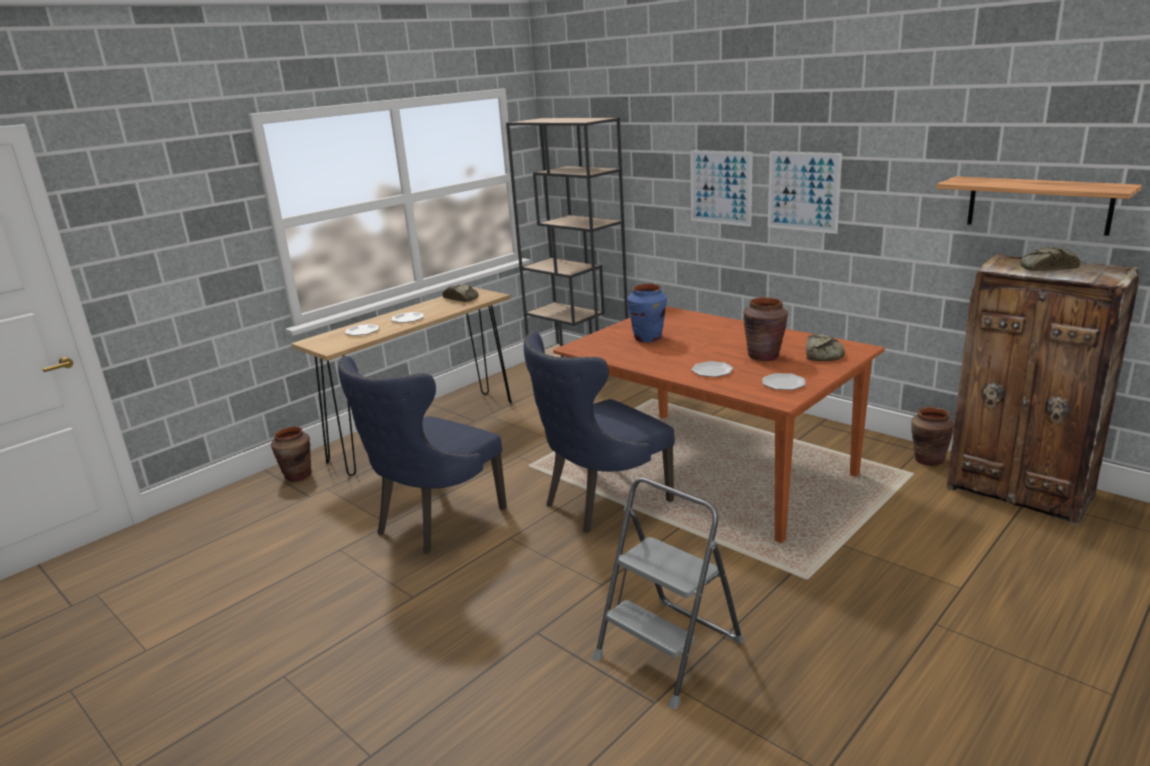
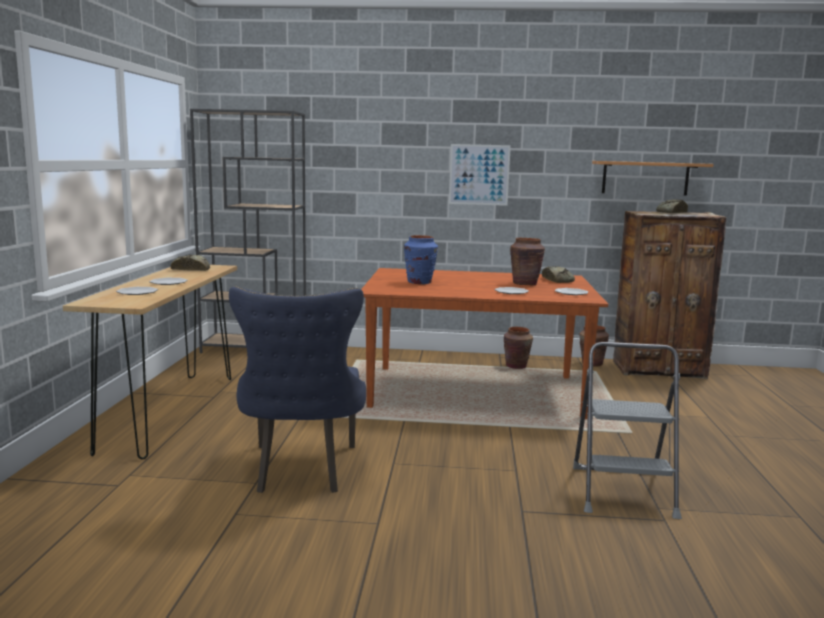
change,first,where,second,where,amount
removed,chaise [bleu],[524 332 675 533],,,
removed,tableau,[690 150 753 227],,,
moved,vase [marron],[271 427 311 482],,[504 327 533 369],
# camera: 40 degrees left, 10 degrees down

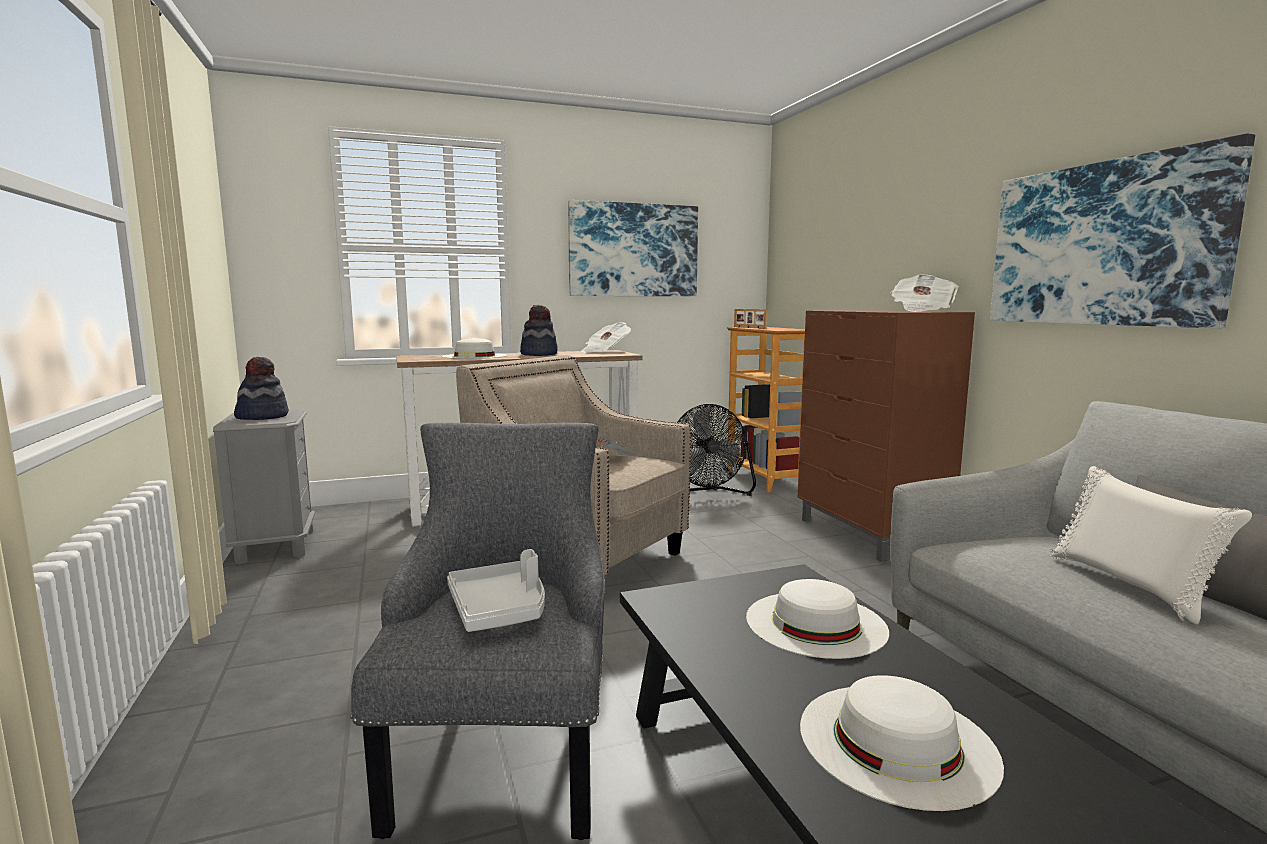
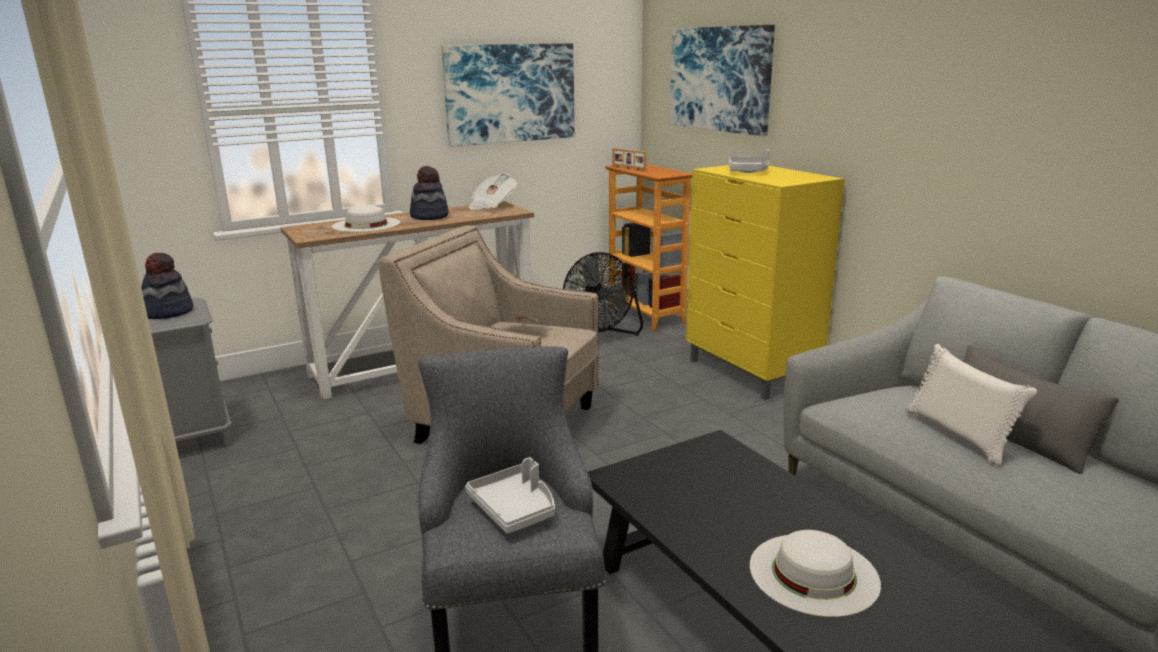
change,first,where,second,where,amount
removed,chapeau [blanc],[746 579 889 659],,,
removed,journal,[890 275 959 312],,,
added,,,plateau [gris],[729 149 769 173],
moved,tableau,[990 133 1255 328],,[670 25 775 136],
recoloured,commode [marron],[798 310 975 562],commode [jaune],[686 165 845 400],
# camera: 10 degrees left, 10 degrees up

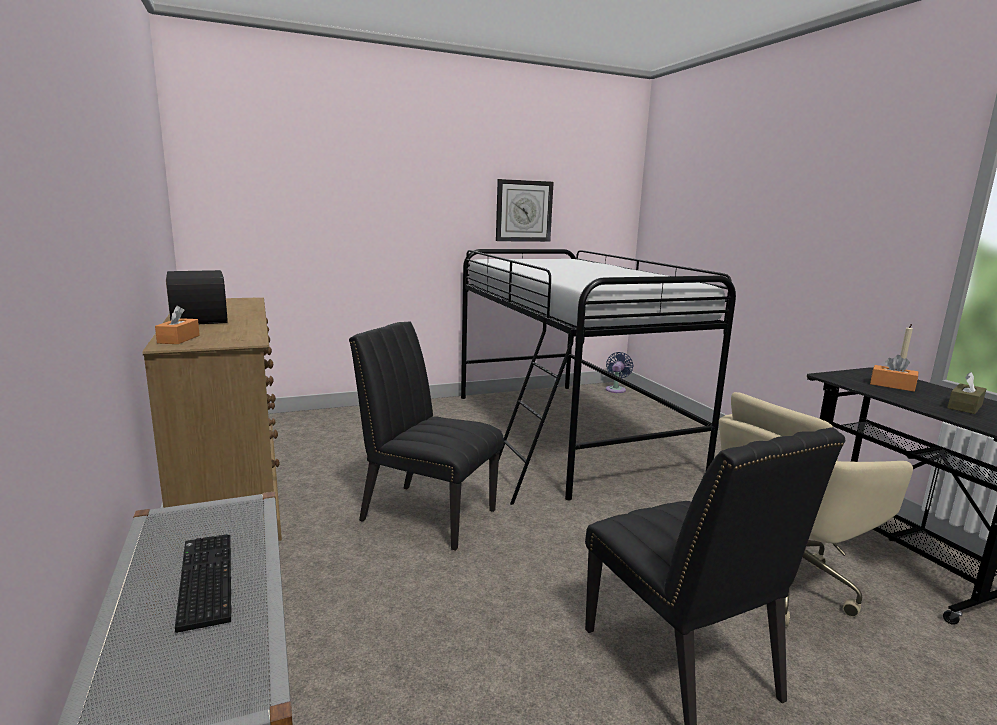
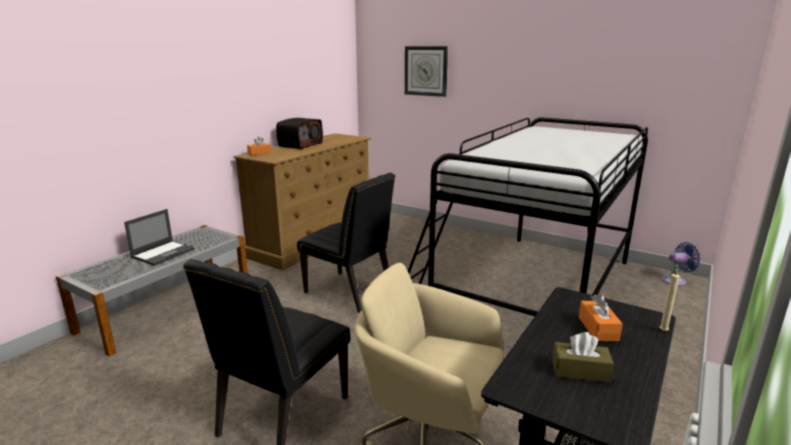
change,first,where,second,where,amount
moved,horloge murale,[496 179 554 242],,[405 46 448 97],
replaced,clavier,[175 534 231 633],ordinateur portable,[124 209 195 266],
turned,chaise [noir],[349 321 504 551],,[297 172 395 313],135 degrees clockwise
# camera: 55 degrees right, 5 degrees up

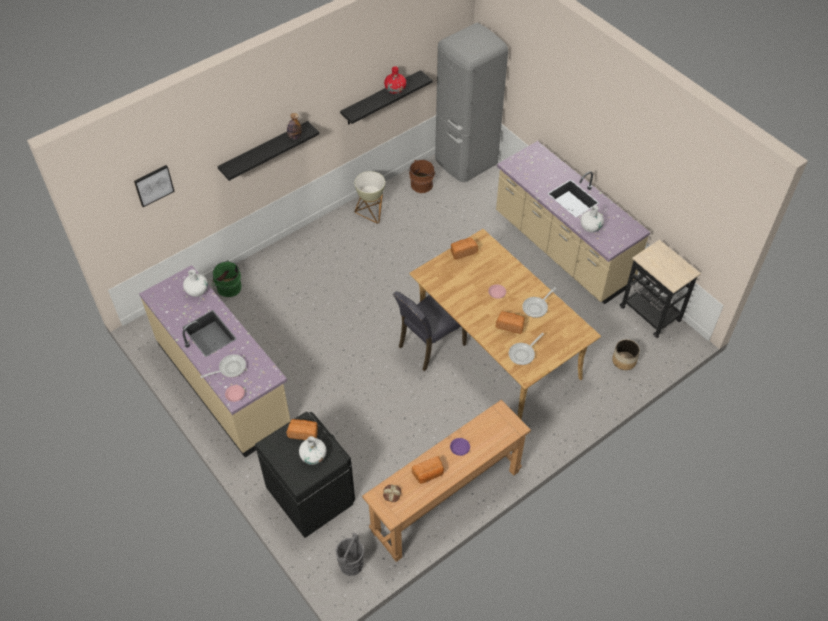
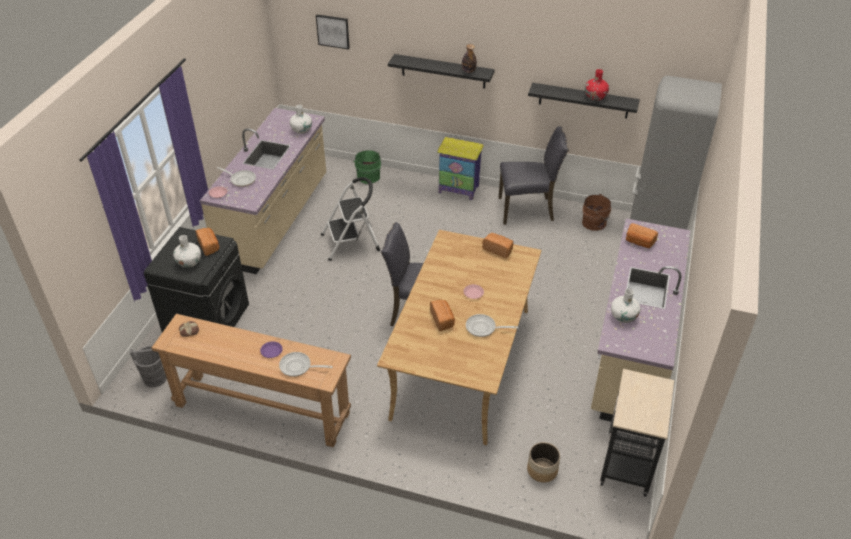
change,first,where,second,where,amount
added,,,escabeau,[321 177 380 261],
added,,,table de chevet,[437 137 484 200],
moved,pain,[412 456 444 483],,[626 223 658 248],
moved,poêle,[509 333 544 365],,[279 352 333 377],
replaced,cache-pot,[354 171 385 224],chaise [gris],[499 126 569 225],
# camera: 55 degrees right, 10 degrees down

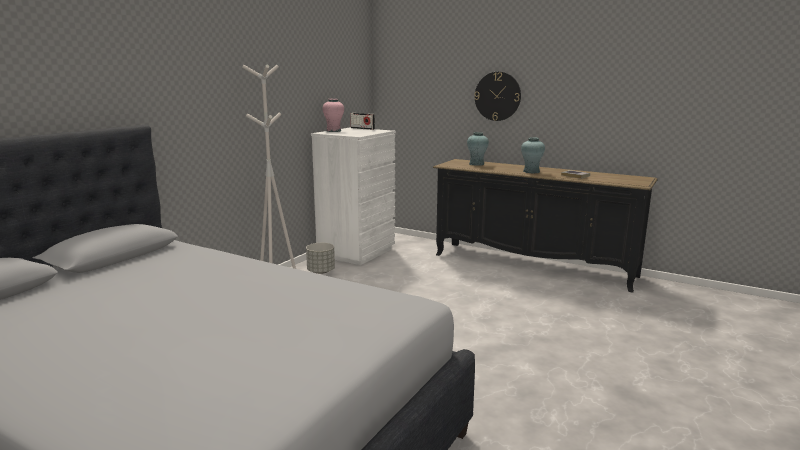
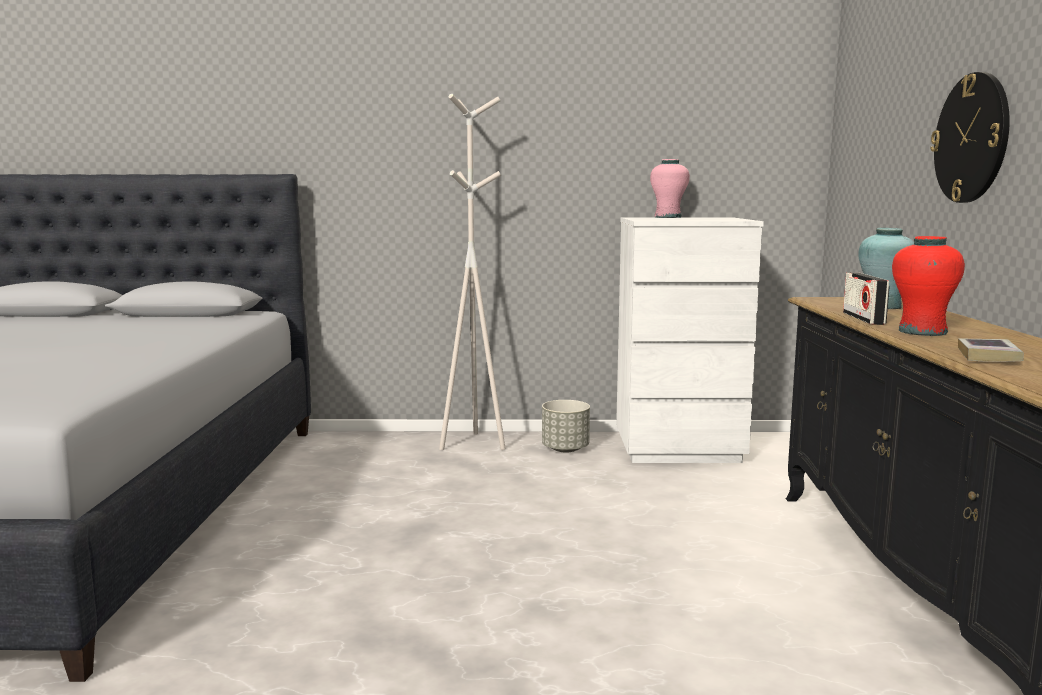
change,first,where,second,where,amount
moved,radio,[351 113 375 130],,[843 272 890 325],
recoloured,vase [turquoise],[521 137 545 173],vase [rouge],[892 236 965 336],
# camera: 60 degrees right, 5 degrees down

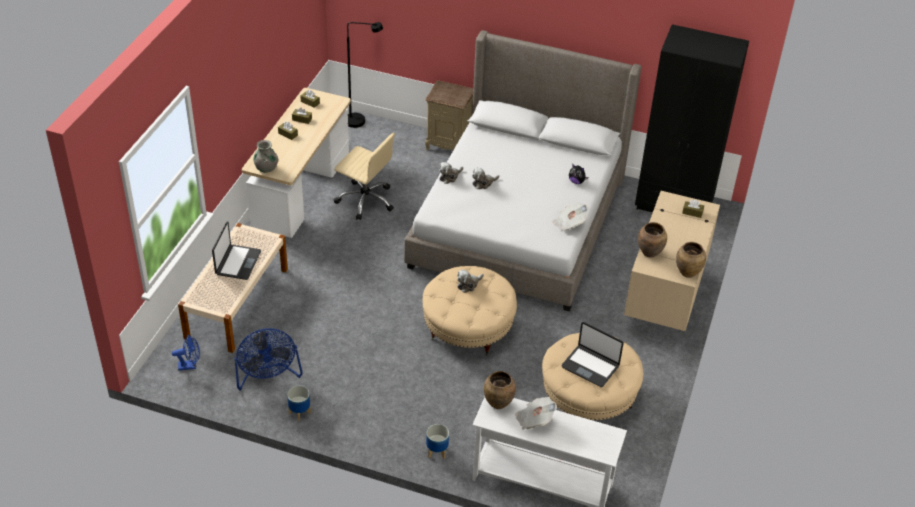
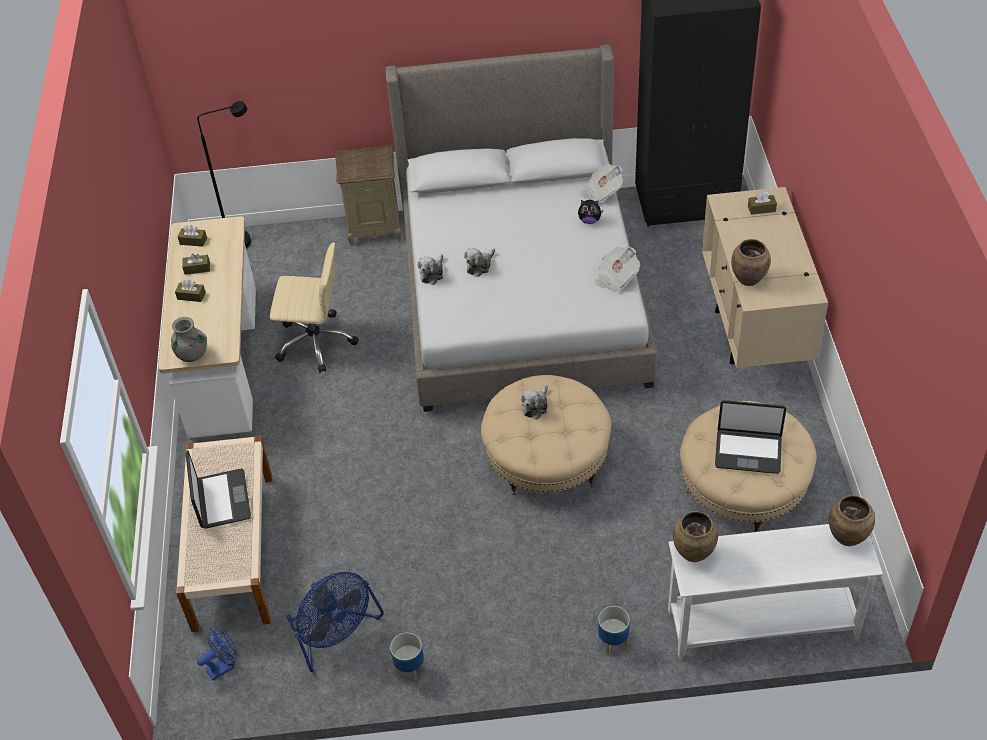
change,first,where,second,where,amount
moved,journal,[515 397 557 430],,[580 164 623 203],
moved,vase [marron],[676 242 706 278],,[829 495 875 546],
# camera: 20 degrees left, 5 degrees up

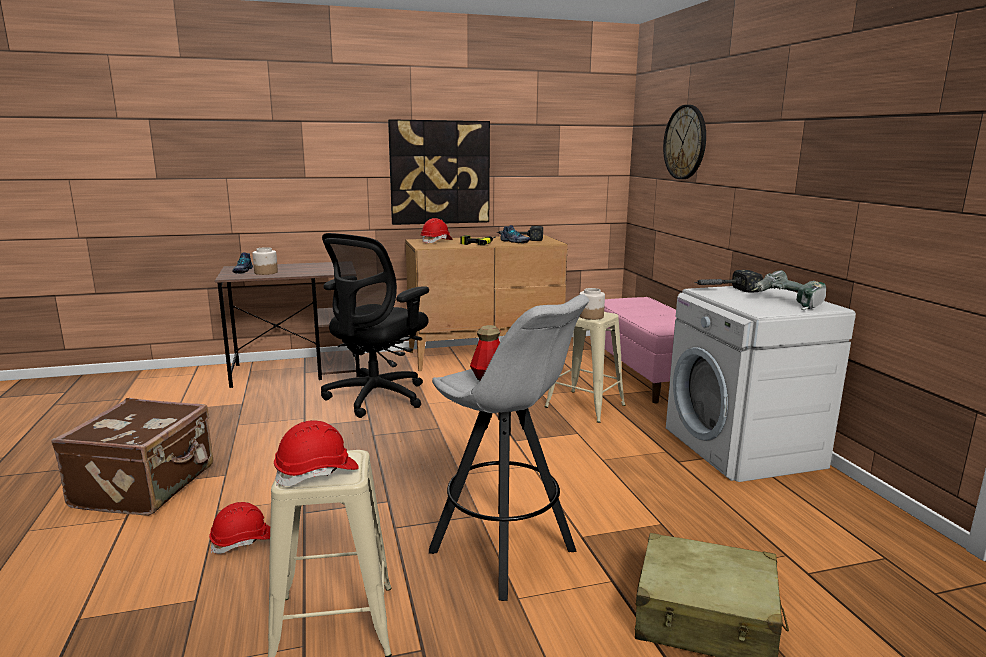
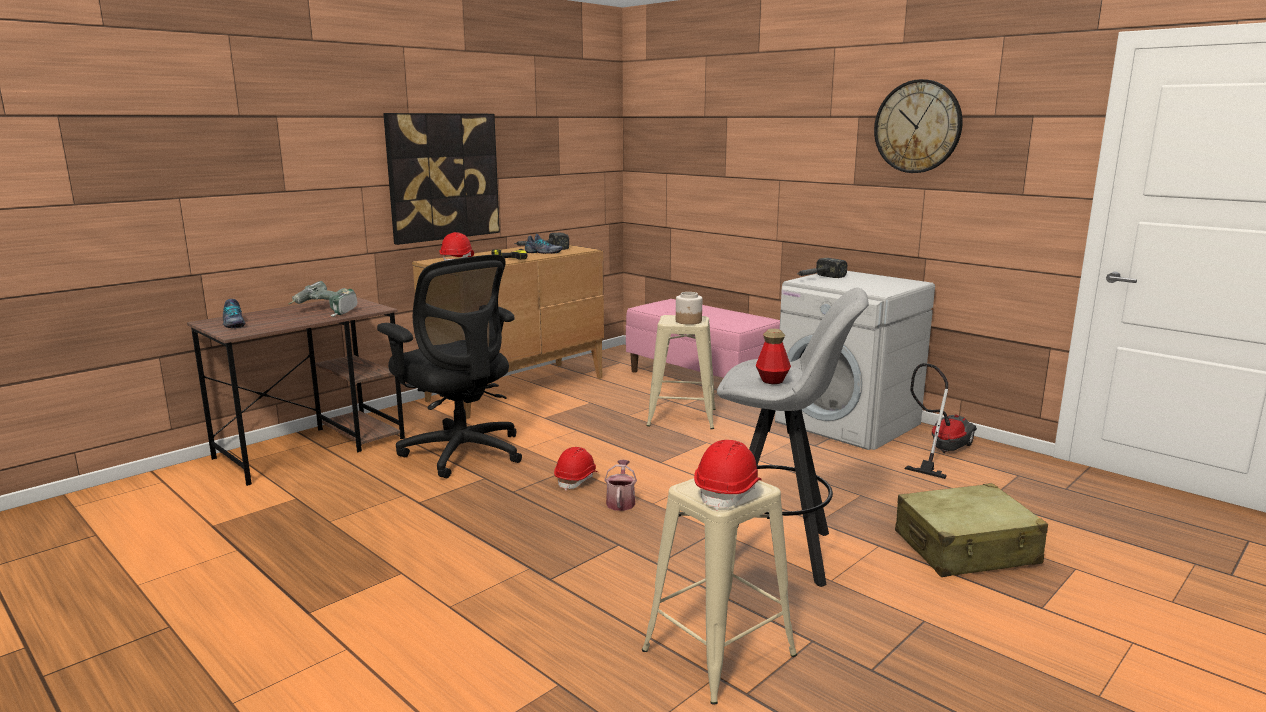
change,first,where,second,where,amount
removed,valise [marron],[51 398 213 516],,,
removed,bocal,[253 247 278 275],,,
added,,,arrosoir,[605 460 637 511],
added,,,aspirateur,[904 363 977 479],
moved,casque de chantier [rouge],[209 502 270 554],,[554 447 598 491],
moved,horloge murale,[663 105 706 179],,[874 79 963 173],
moved,perceuse,[751 270 826 310],,[288 281 357 317],
turned,chaise de bureau [noir],[321 233 429 418],,[377 254 522 478],45 degrees counterclockwise
# camera: 30 degrees left, 0 degrees up

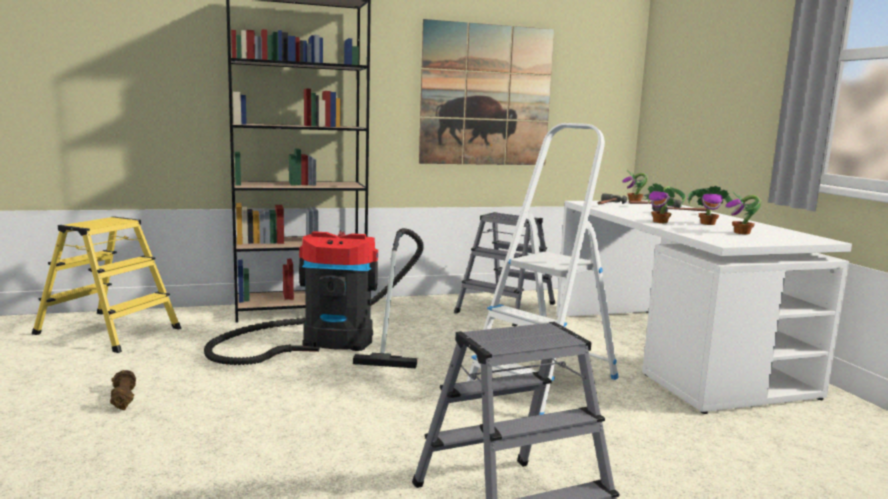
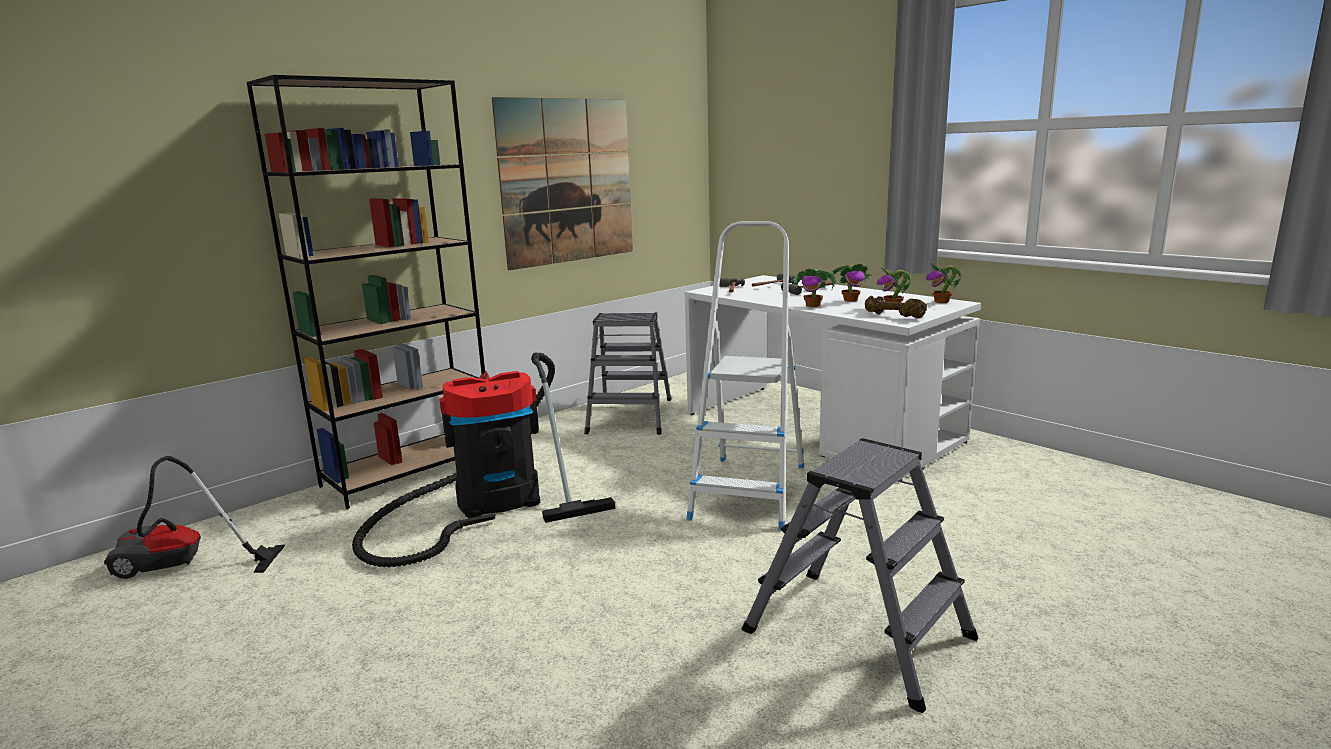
change,first,where,second,where,amount
moved,haltère [marron],[110 370 136 410],,[865 296 927 318],
moved,plante en pot,[622 169 648 201],,[926 263 962 303],
replaced,escabeau [jaune],[32 216 181 353],aspirateur,[104 456 285 579],
# camera: 25 degrees left, 5 degrees up

